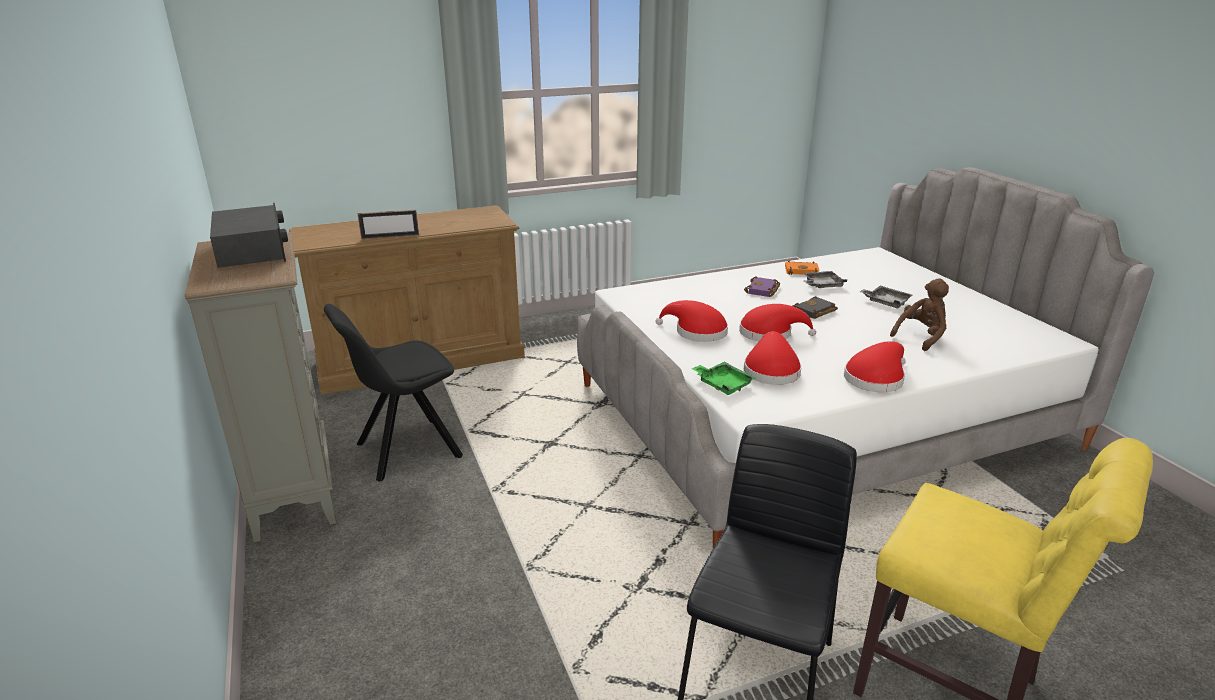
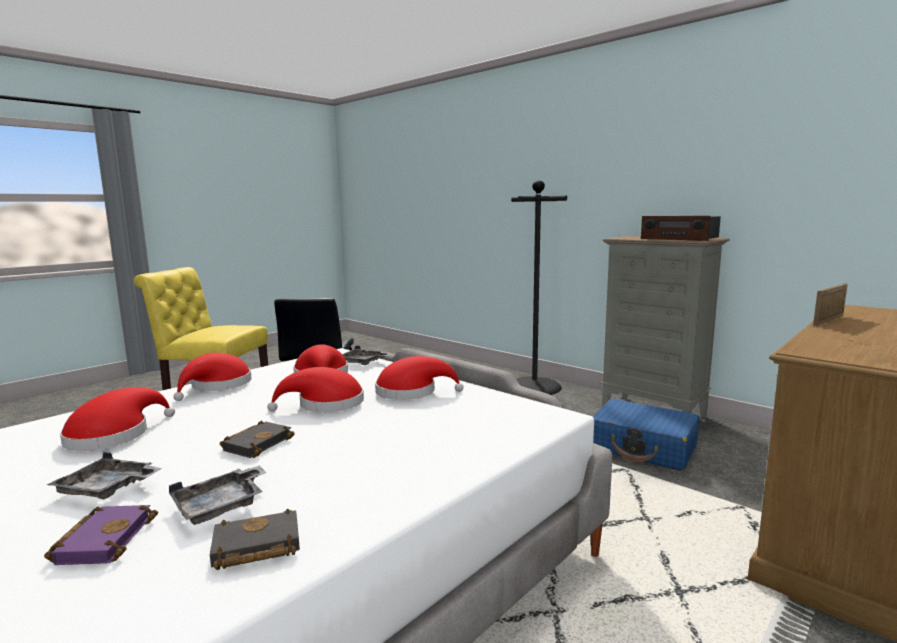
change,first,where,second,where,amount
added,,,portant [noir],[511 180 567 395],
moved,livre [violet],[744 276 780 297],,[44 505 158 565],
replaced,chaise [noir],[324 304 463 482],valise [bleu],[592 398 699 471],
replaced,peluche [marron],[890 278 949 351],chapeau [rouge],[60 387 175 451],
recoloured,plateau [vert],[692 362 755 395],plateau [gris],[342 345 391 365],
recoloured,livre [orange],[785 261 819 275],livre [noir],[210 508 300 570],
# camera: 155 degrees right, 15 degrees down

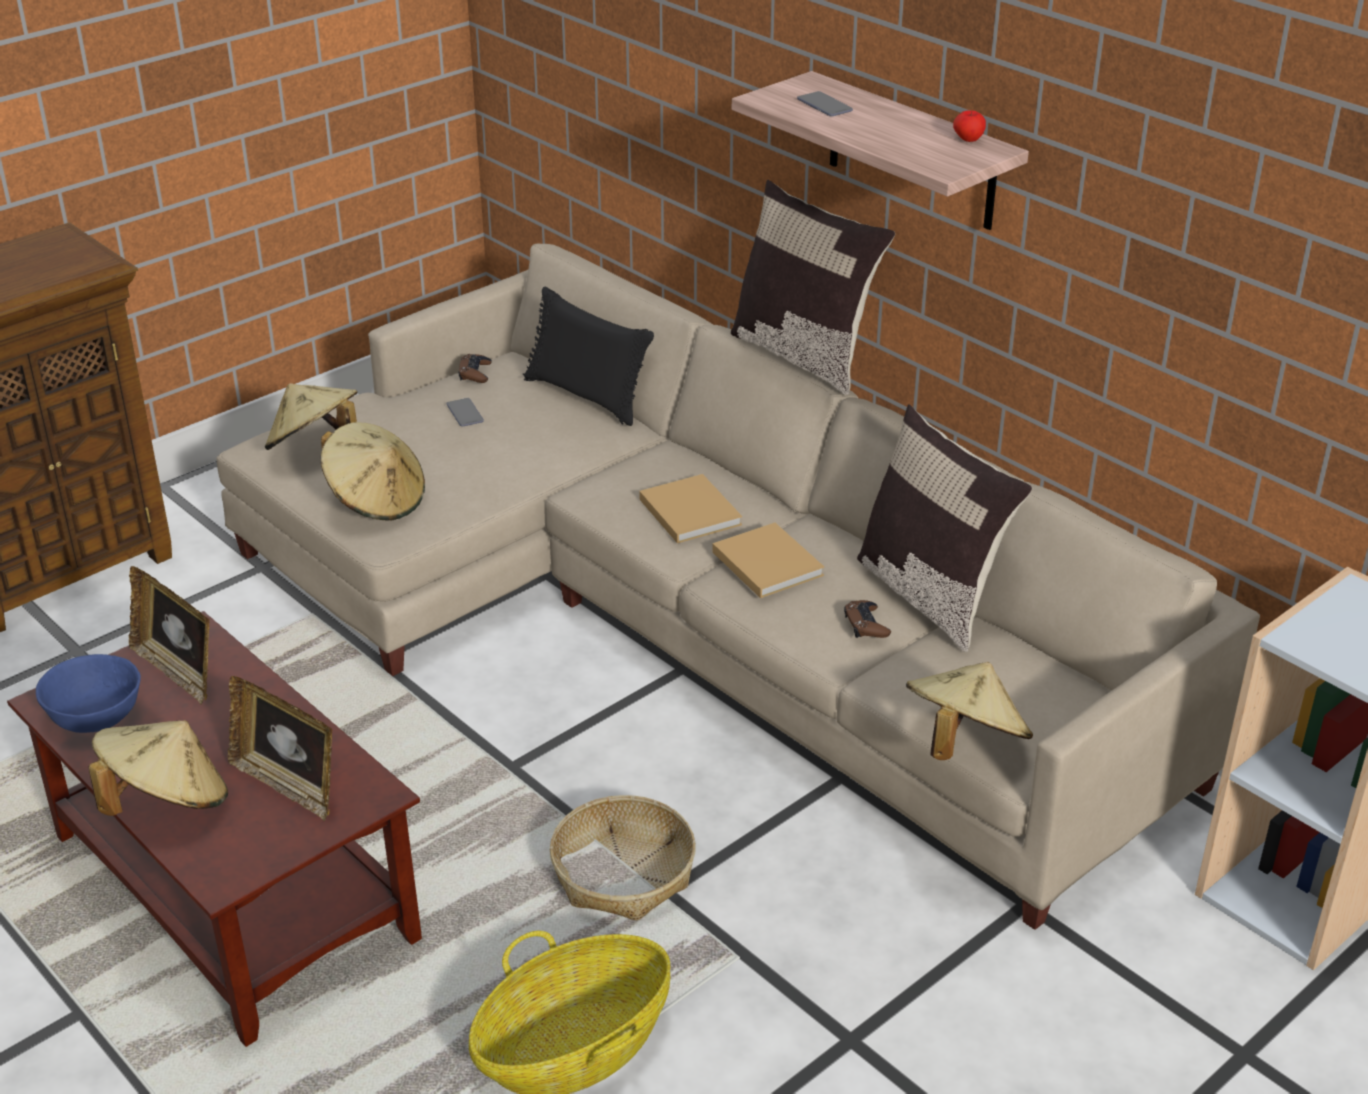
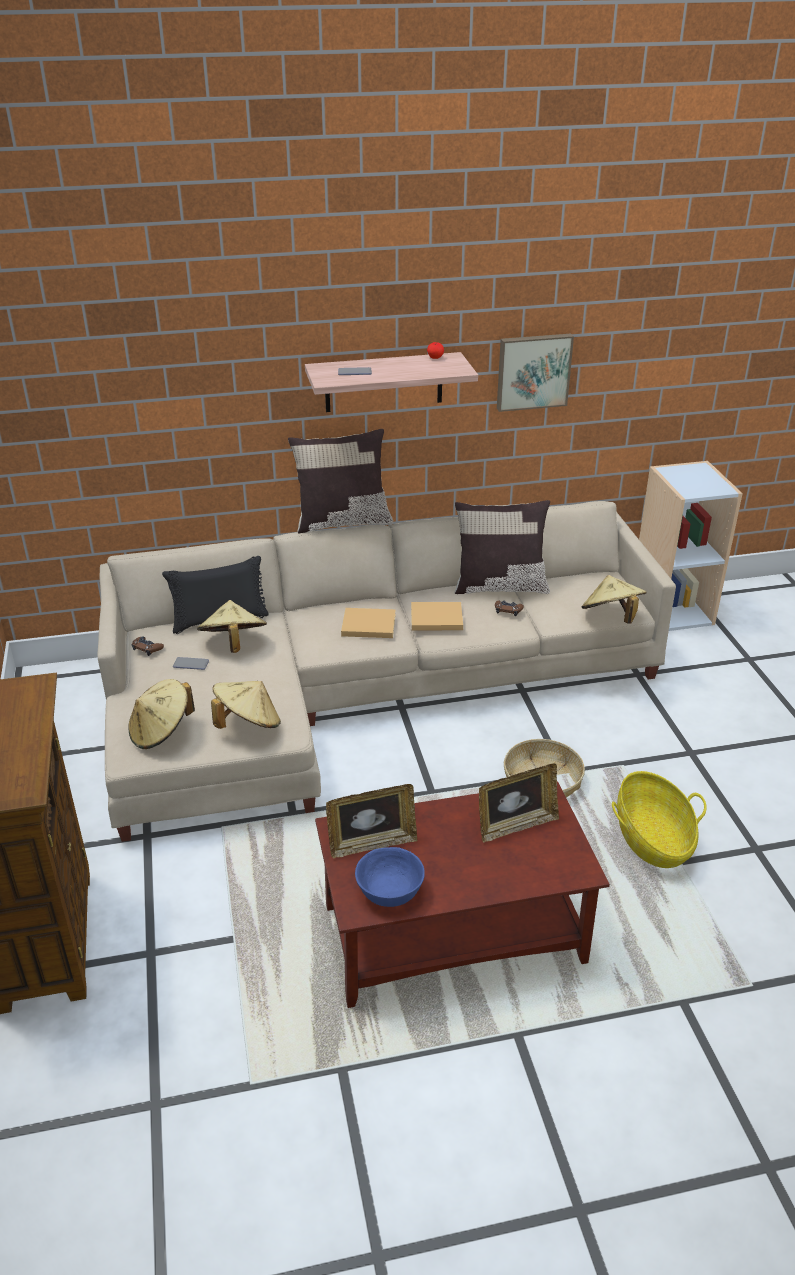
change,first,where,second,where,amount
added,,,tableau,[497 334 574 412],
moved,chapeau [beige],[89 720 228 816],,[197 600 267 653],
# camera: 60 degrees left, 0 degrees up

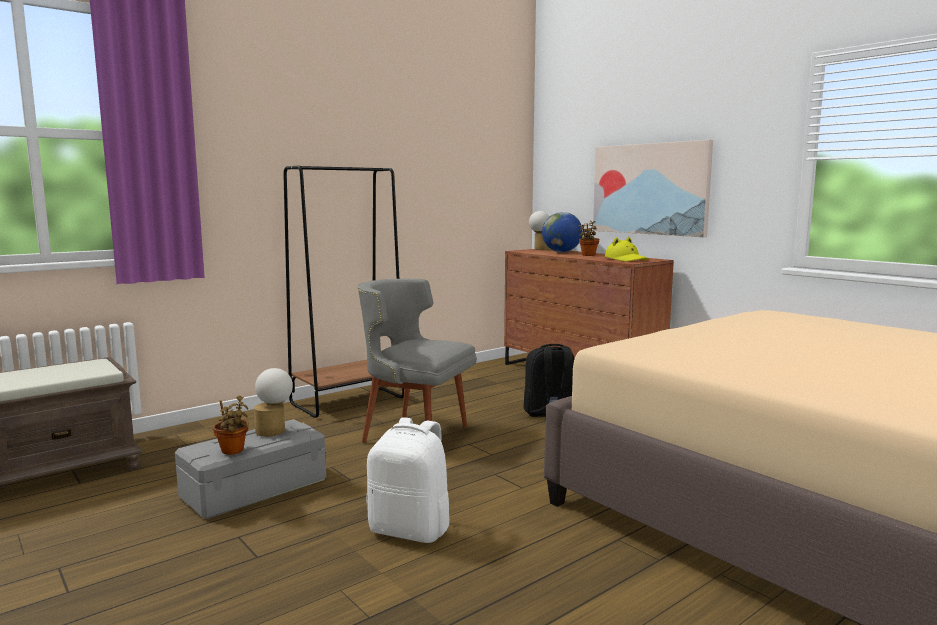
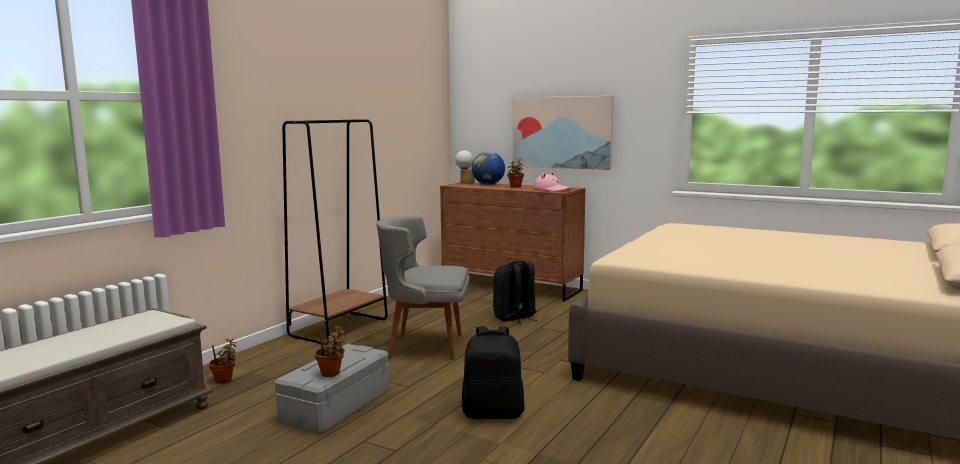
change,first,where,second,where,amount
removed,lampe de table,[254 368 293 437],,,
added,,,plante en pot,[209 338 237 383],
recoloured,sac à dos [blanc],[366 417 450 543],sac à dos [noir],[462 326 525 419],
recoloured,chapeau [jaune],[605 237 648 262],chapeau [rose],[534 171 570 191],
# camera: 20 degrees left, 0 degrees up

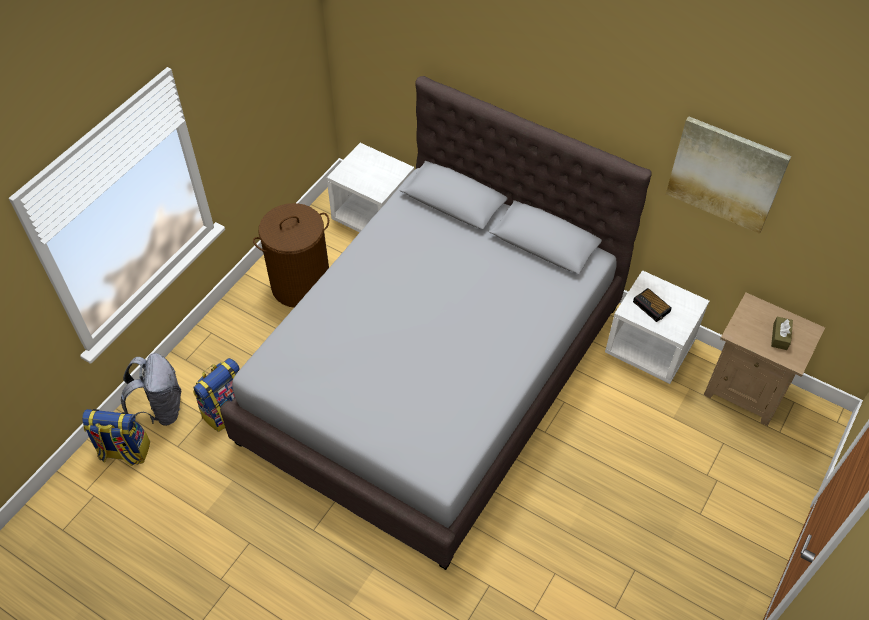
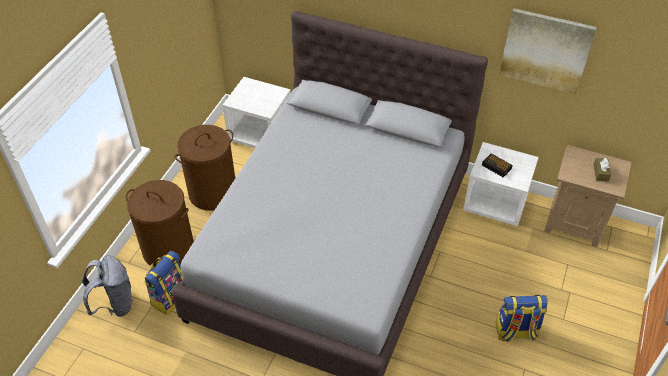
change,first,where,second,where,amount
added,,,panier à linge [marron],[126 180 194 267],
moved,sac à dos,[82 409 150 466],,[496 295 548 343],
# camera: 10 degrees left, 5 degrees down

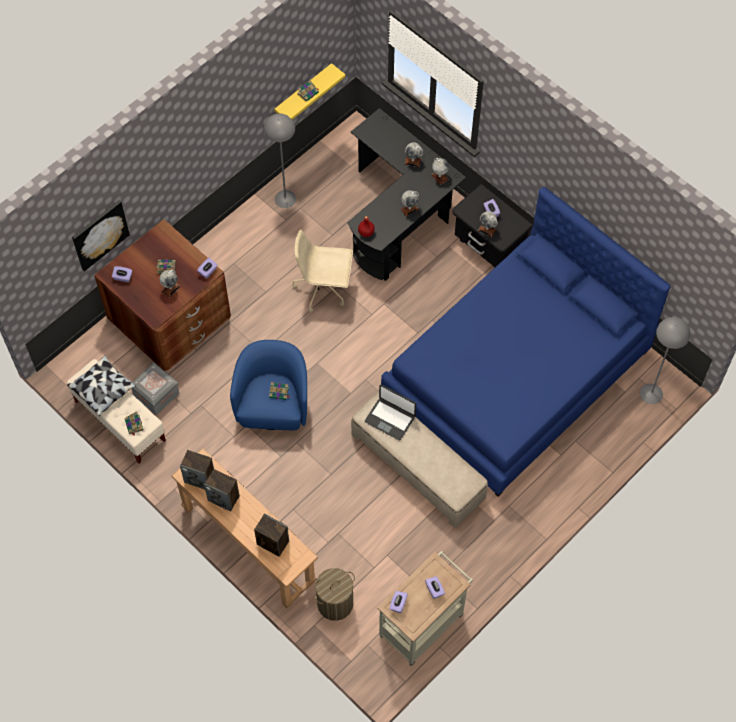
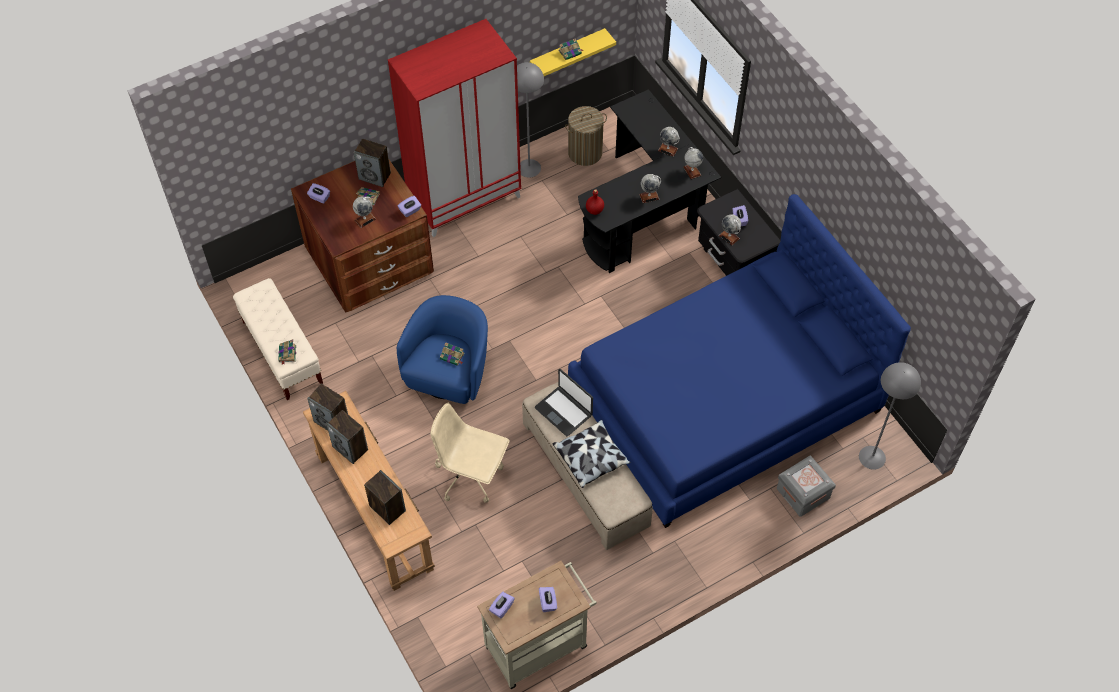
change,first,where,second,where,amount
removed,tableau,[72 200 130 271],,,
added,,,enceinte,[354 139 391 187],
added,,,armoire [rouge],[388 19 521 237],
moved,coussin,[67 355 136 416],,[552 420 631 488],
moved,boîte de rangement [gris],[131 362 179 415],,[777 455 836 517],
moved,chaise de bureau [beige],[292 229 353 312],,[430 403 509 503],
moved,panier à linge,[314 568 355 621],,[565 106 607 166],
# camera: 15 degrees right, 5 degrees down

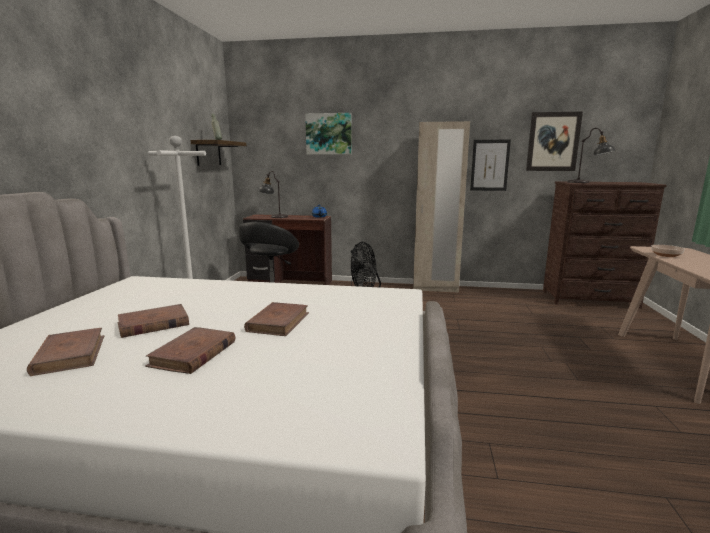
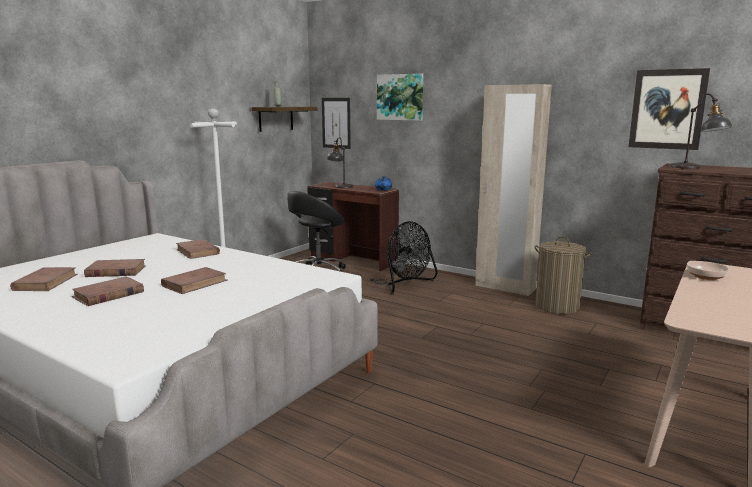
change,first,where,second,where,amount
added,,,livre [marron],[176 239 220 259],
added,,,panier à linge,[535 236 592 314],
moved,tableau,[470 140 511 191],,[322 98 351 149],
# camera: 25 degrees right, 0 degrees up

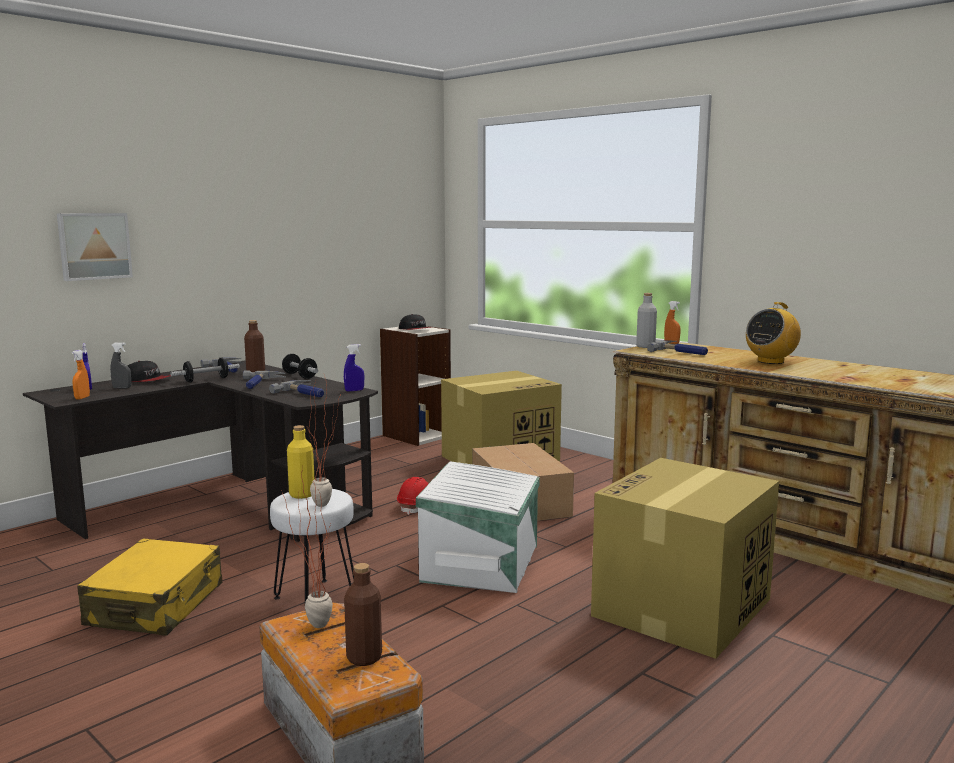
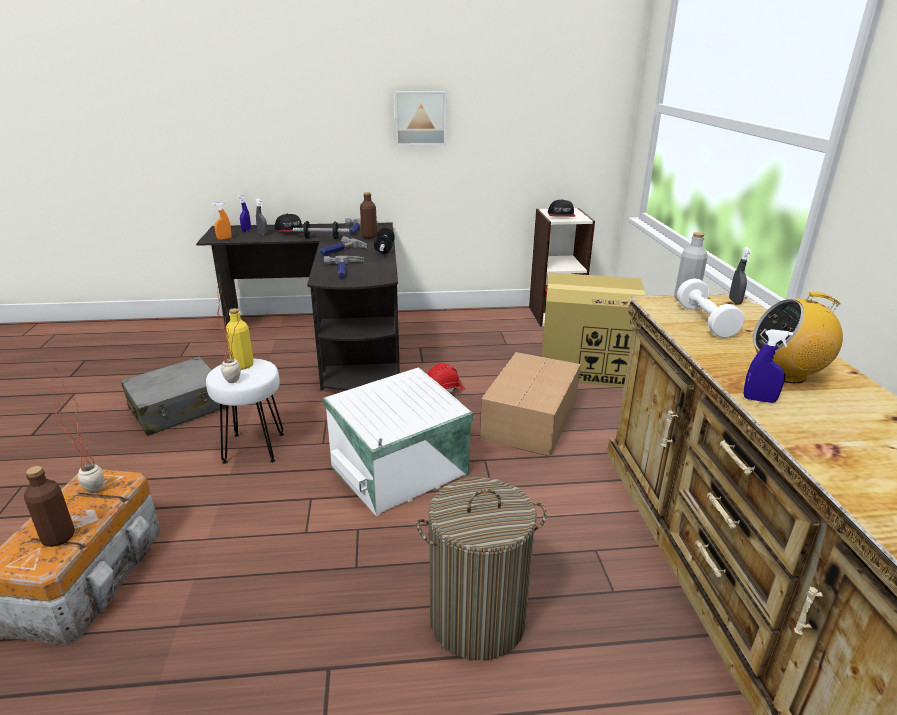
change,first,where,second,where,amount
moved,tableau,[57 213 133 281],,[394 91 446 145],
moved,vaporisateur [bleu],[344 344 364 392],,[744 329 793 403],
replaced,carton,[591 458 779 659],panier à linge,[416 477 547 660],
replaced,marteau,[647 341 708 355],haltère [blanc],[677 278 745 338],
recoloured,valise [jaune],[77 539 222 636],valise [gris],[121 357 226 436],
recoloured,vaporisateur [orange],[664 301 680 344],vaporisateur [gris],[729 247 752 304],
# camera: 40 degrees right, 15 degrees up

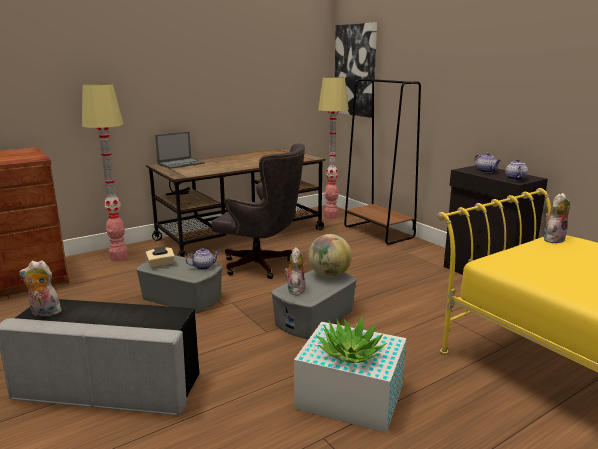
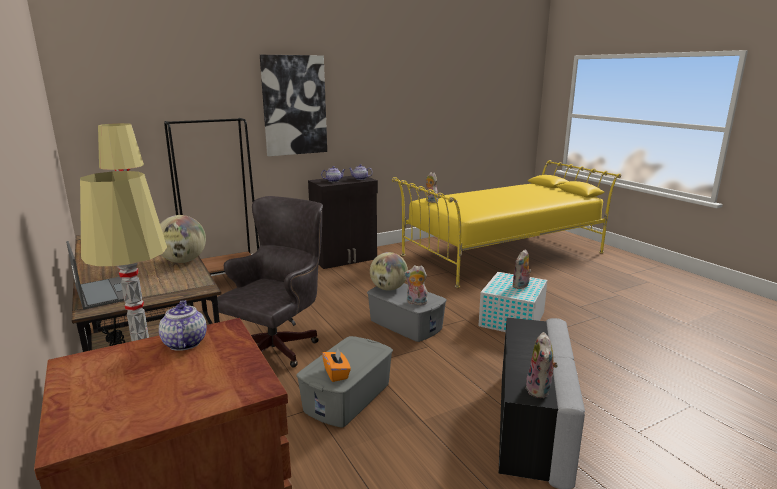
change,first,where,second,where,amount
added,,,globe,[160 215 206 263],
moved,théière,[186 248 219 270],,[159 300 207 351],
moved,tableau,[335 23 377 118],,[260 55 327 156],
replaced,plante en pot,[316 316 387 363],peluche,[512 249 531 289],
recoloured,boîte à mouchoirs [beige],[145 246 175 268],boîte à mouchoirs [orange],[322 348 351 382],
# camera: 85 degrees left, 0 degrees up

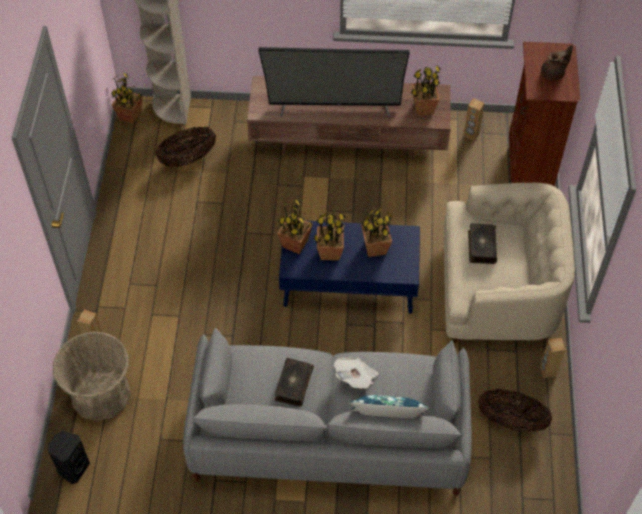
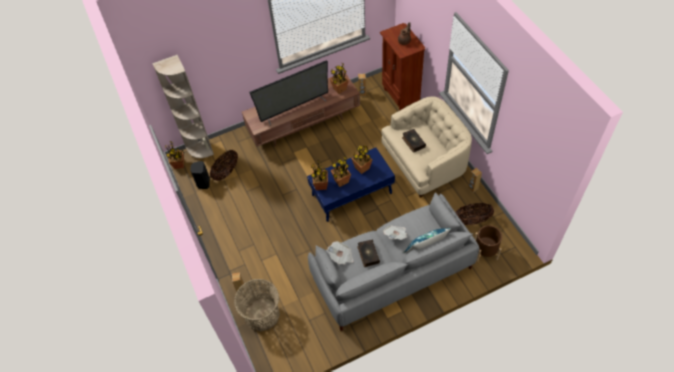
change,first,where,second,where,amount
added,,,journal,[328 241 354 265],
added,,,cache-pot [marron],[474 225 502 262],
moved,enceinte [noir],[48 431 90 484],,[190 161 210 189],
# camera: 25 degrees left, 0 degrees up

